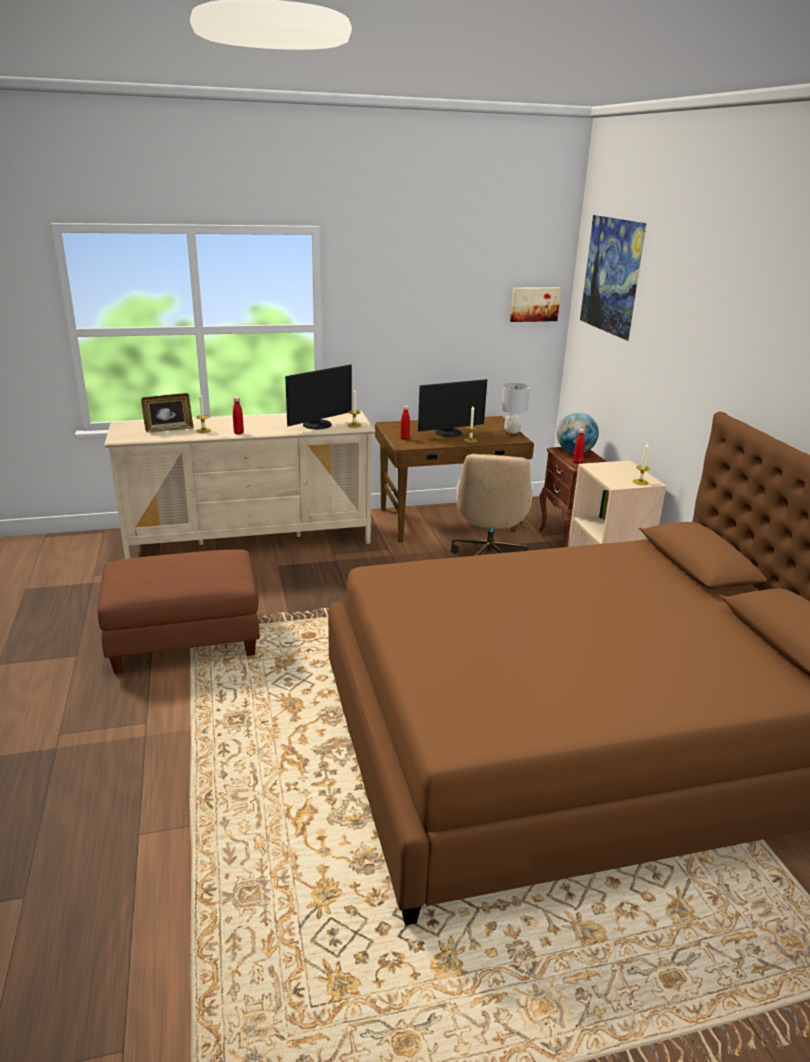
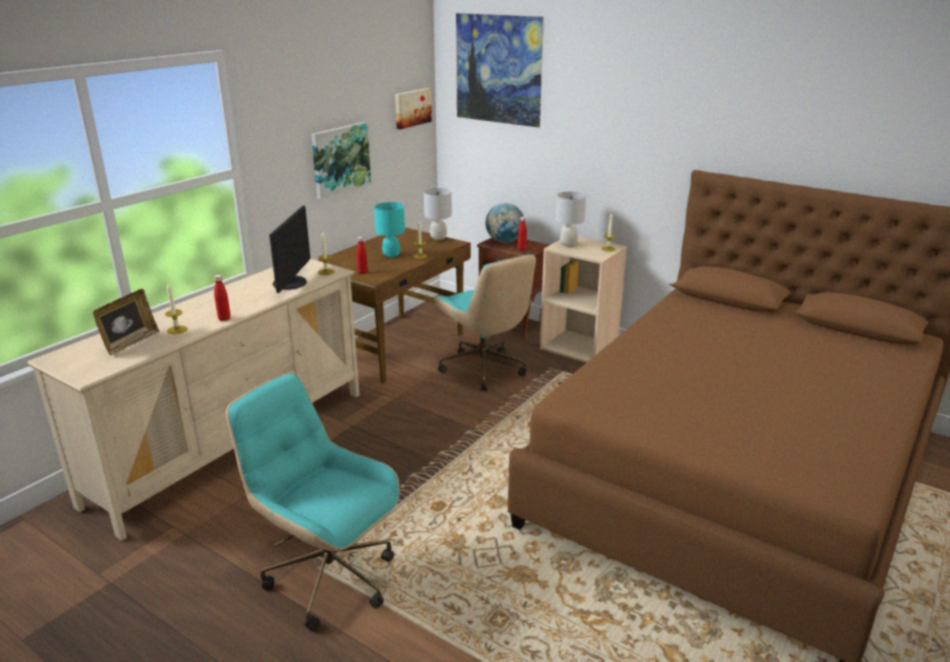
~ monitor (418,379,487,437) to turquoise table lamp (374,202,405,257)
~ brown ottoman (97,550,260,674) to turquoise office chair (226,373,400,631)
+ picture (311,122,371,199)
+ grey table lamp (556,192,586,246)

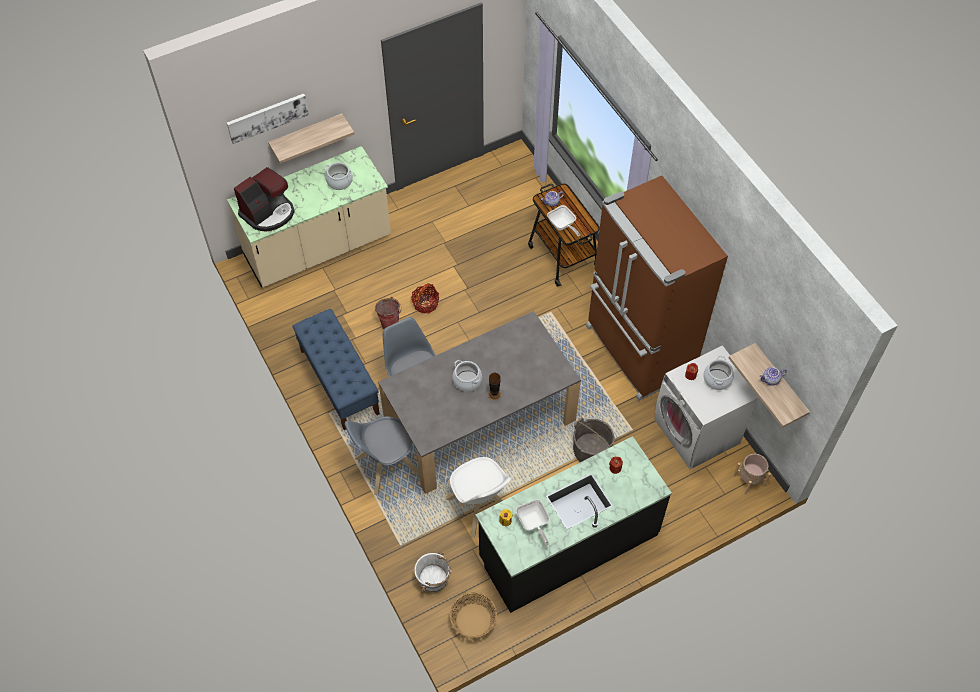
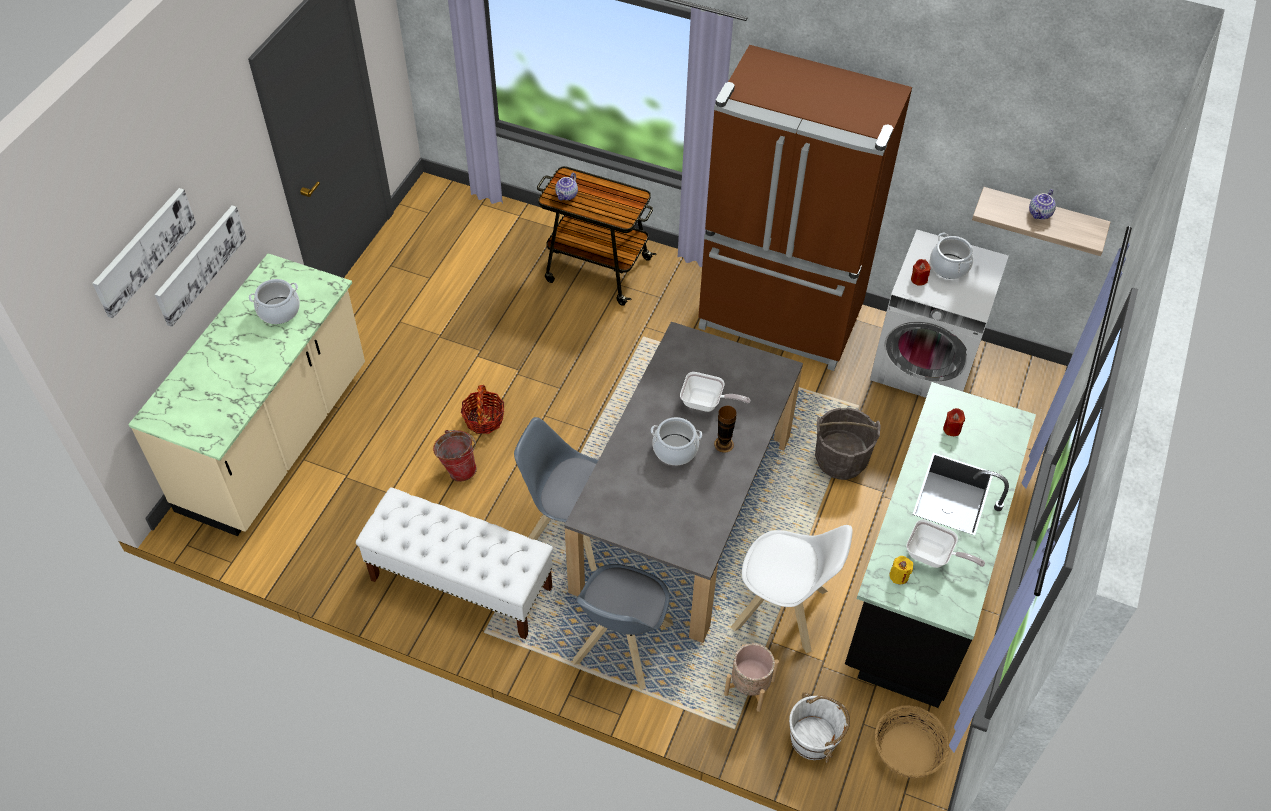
~ shelf (268,113,354,164) to picture (155,205,246,327)
- coffee machine (234,167,295,232)
~ frying pan (547,205,580,237) to (680,372,750,412)
~ blue bench (292,309,380,430) to white bench (356,487,553,639)
~ beige planter (733,454,771,495) to (724,643,779,712)

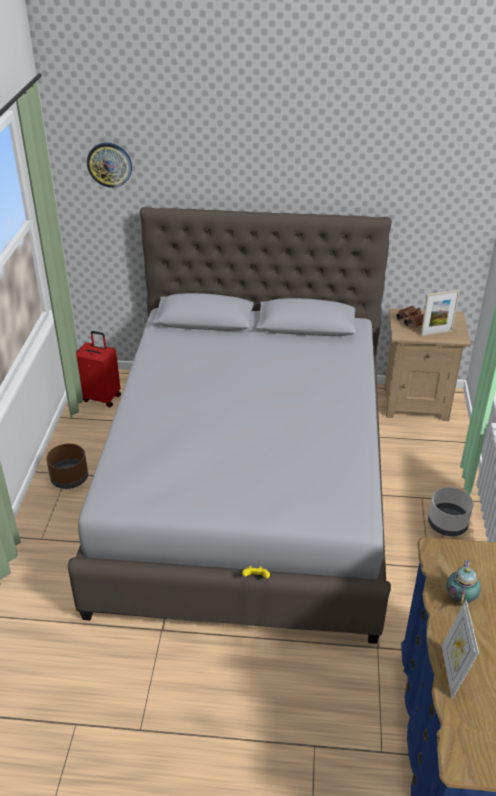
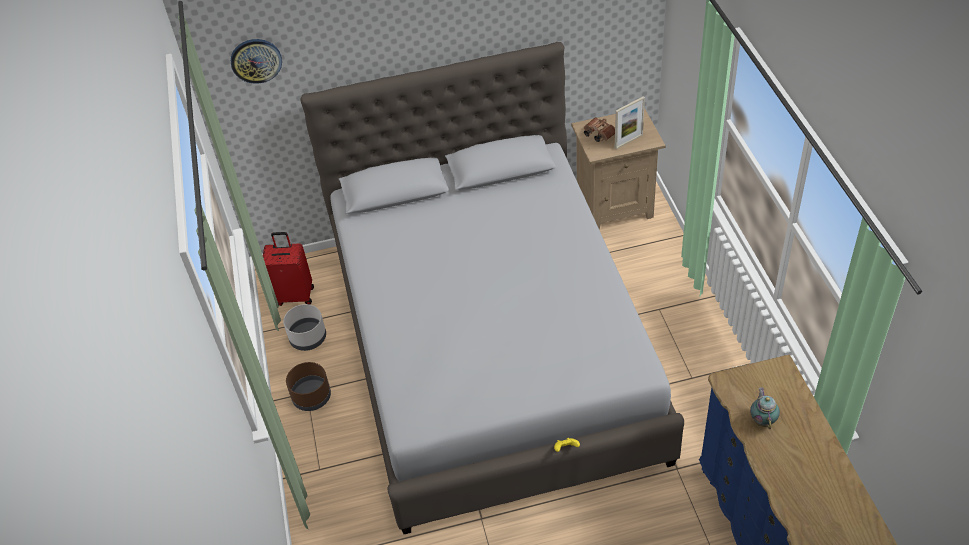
~ grey planter (428,487,473,536) to (283,304,326,351)
- picture frame (442,599,479,699)

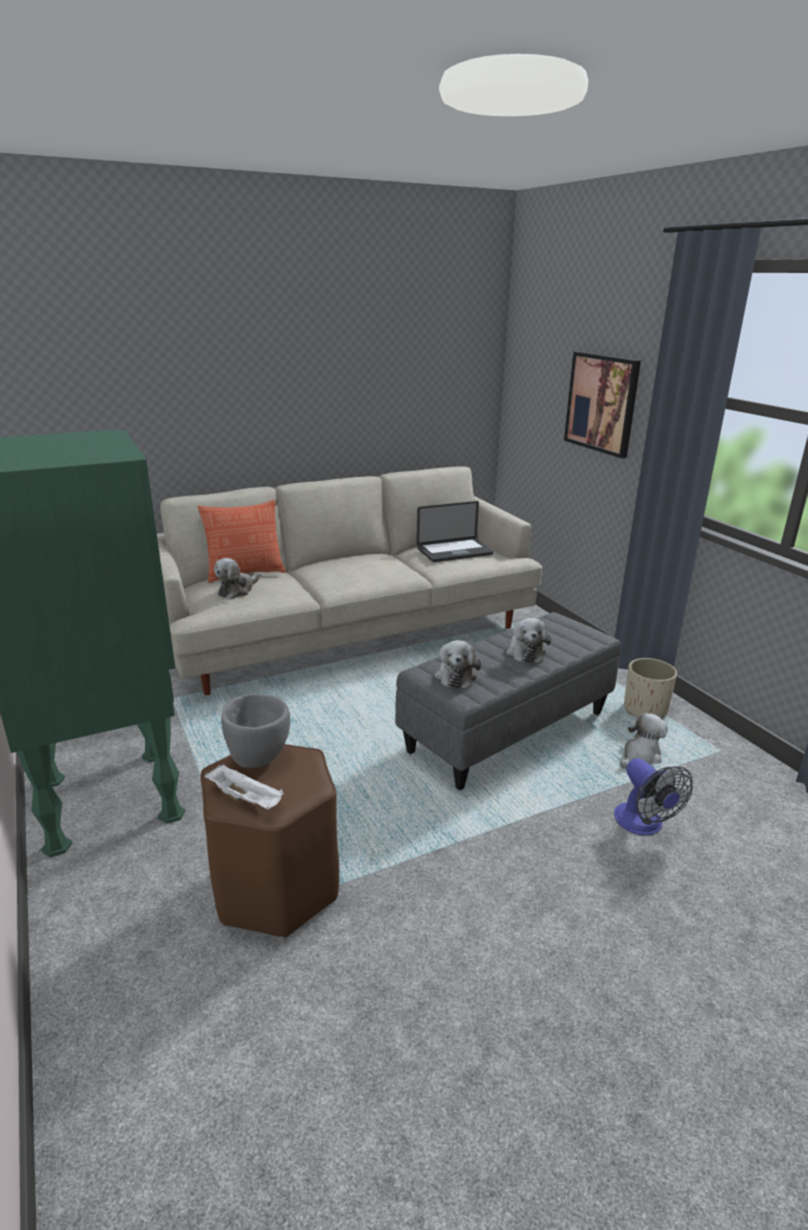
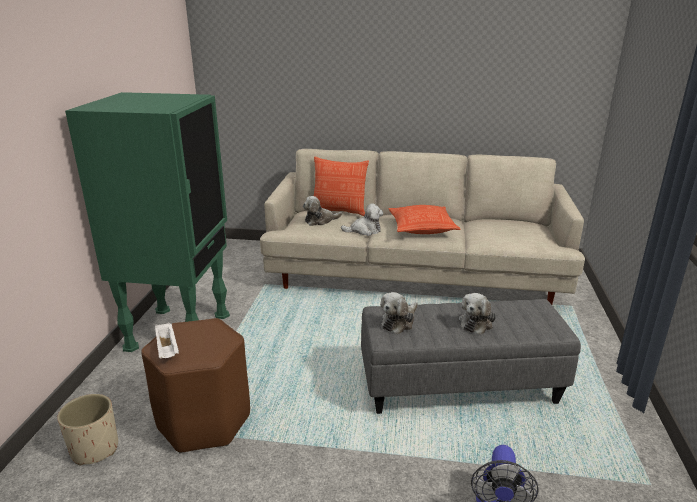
- picture (564,352,641,458)
- laptop (417,501,494,562)
~ beige planter (624,658,677,718) to (57,394,118,466)
- grey bowl (221,694,290,768)
~ plush toy (620,713,668,768) to (341,203,383,236)
+ orange pillow (389,205,460,234)

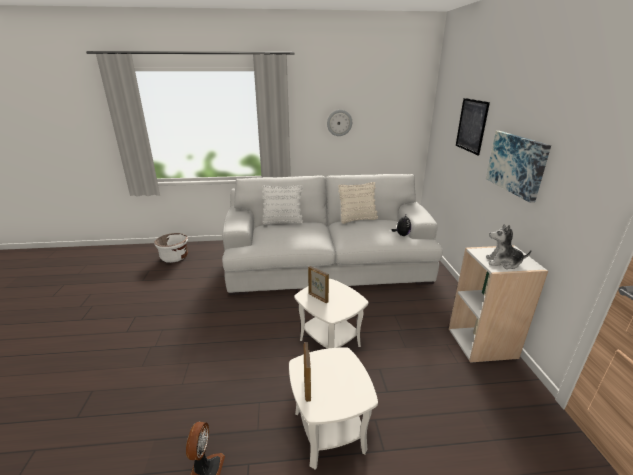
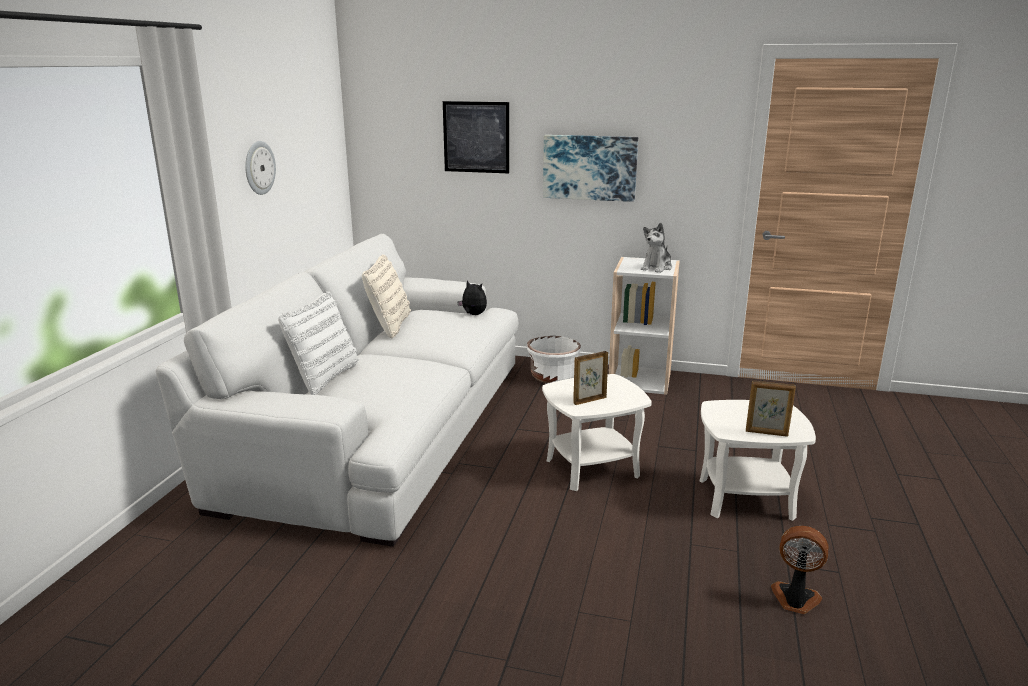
~ white planter (154,233,188,263) to (527,336,581,384)

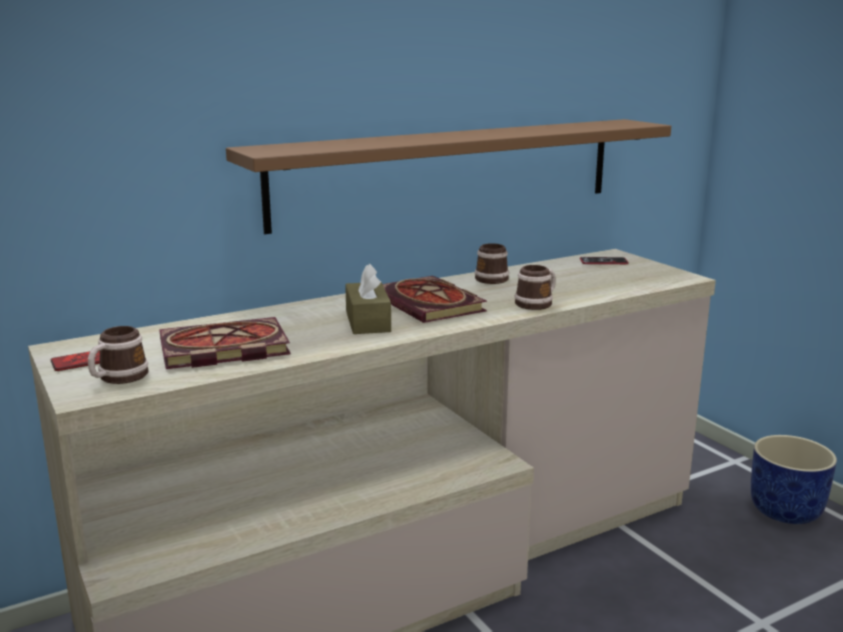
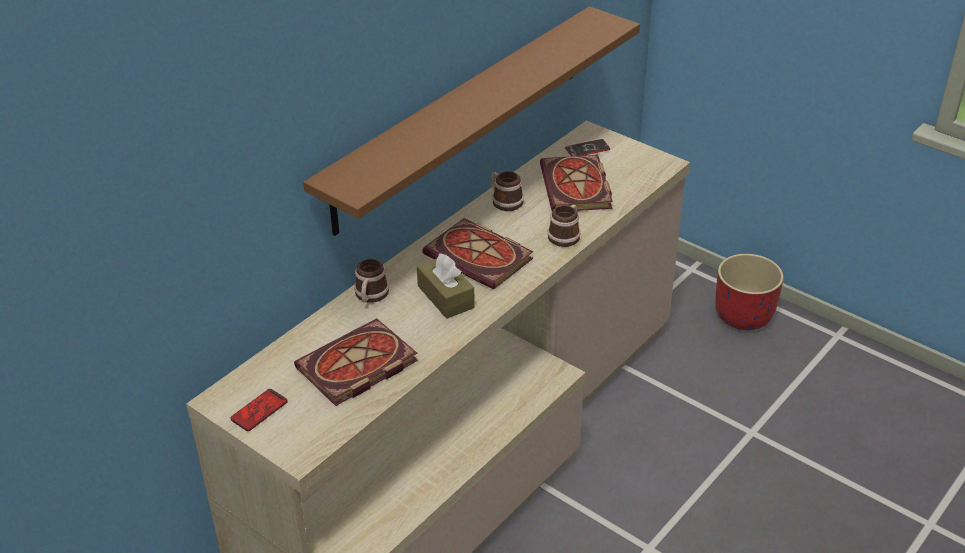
~ mug (88,326,149,384) to (354,259,389,303)
~ blue planter (751,435,837,524) to red planter (715,254,784,330)
+ book (540,155,613,212)

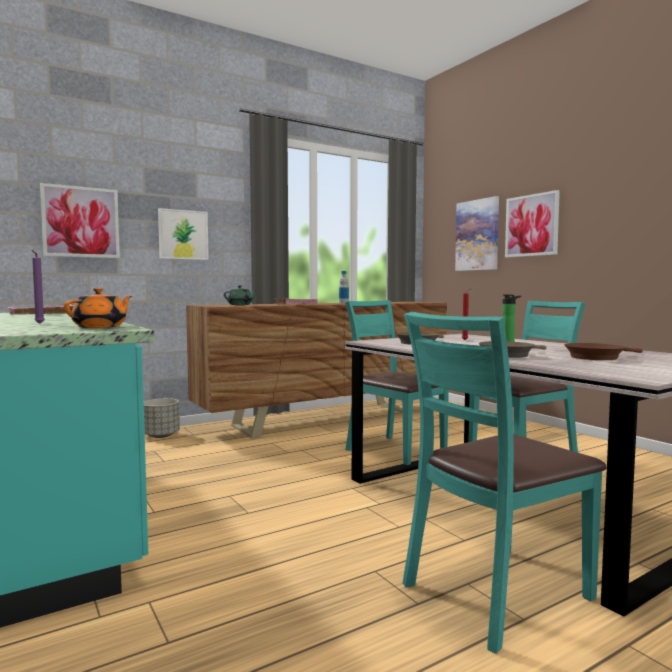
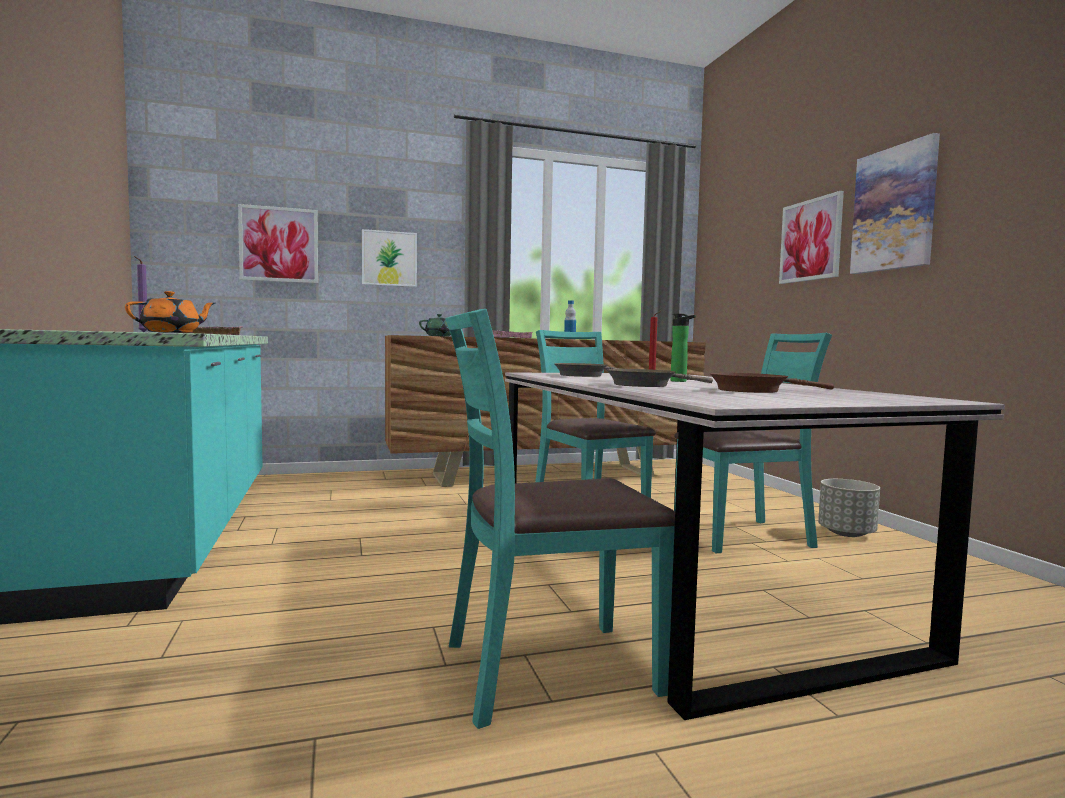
~ picture (455,196,499,271) to (850,133,940,274)
~ grey planter (144,398,180,438) to (818,479,880,537)

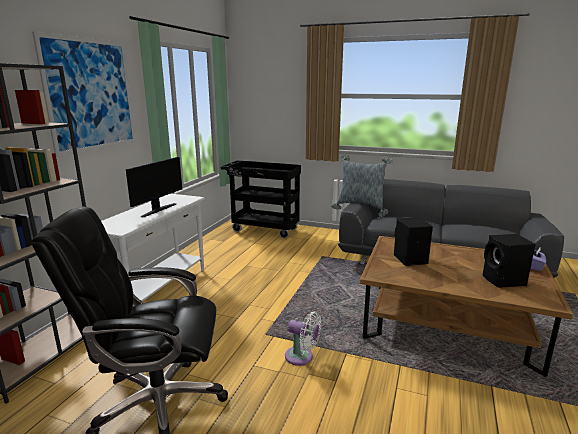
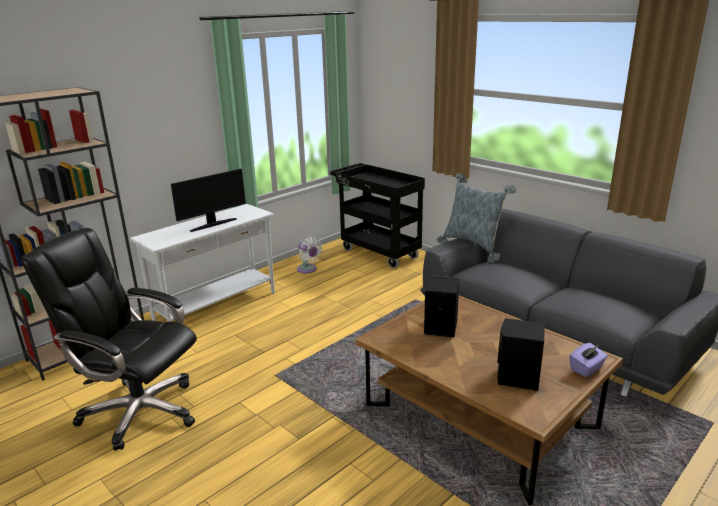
- picture (32,31,136,157)
~ white fan (285,312,321,366) to (297,237,322,274)

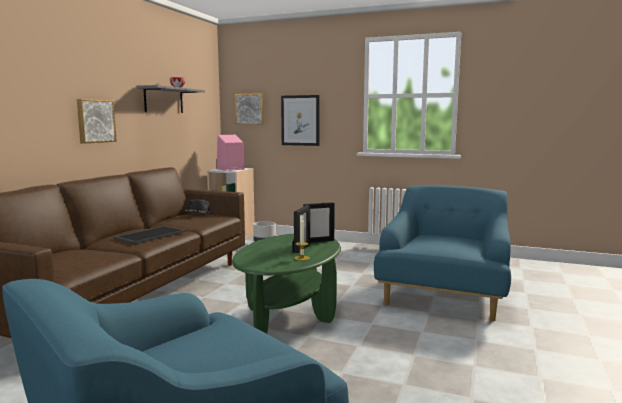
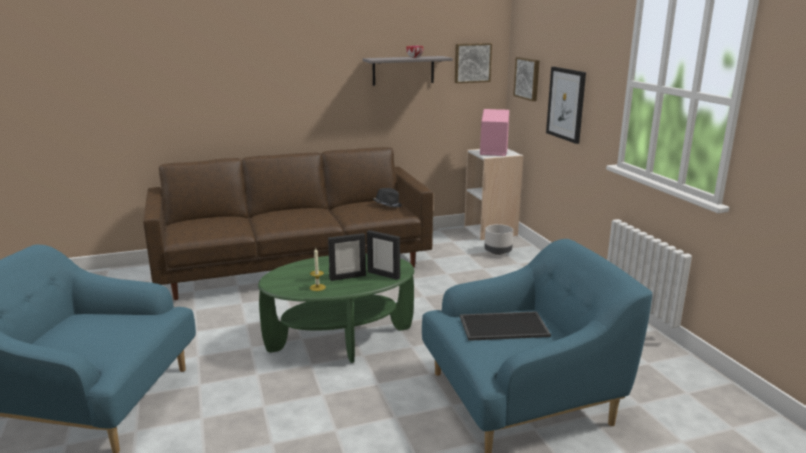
~ picture (77,99,117,143) to (455,43,492,83)
~ tray (114,226,185,244) to (460,311,551,341)

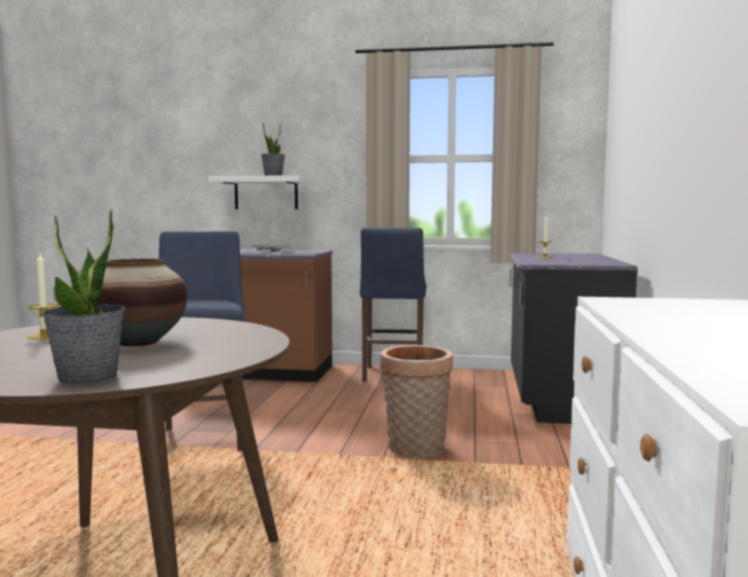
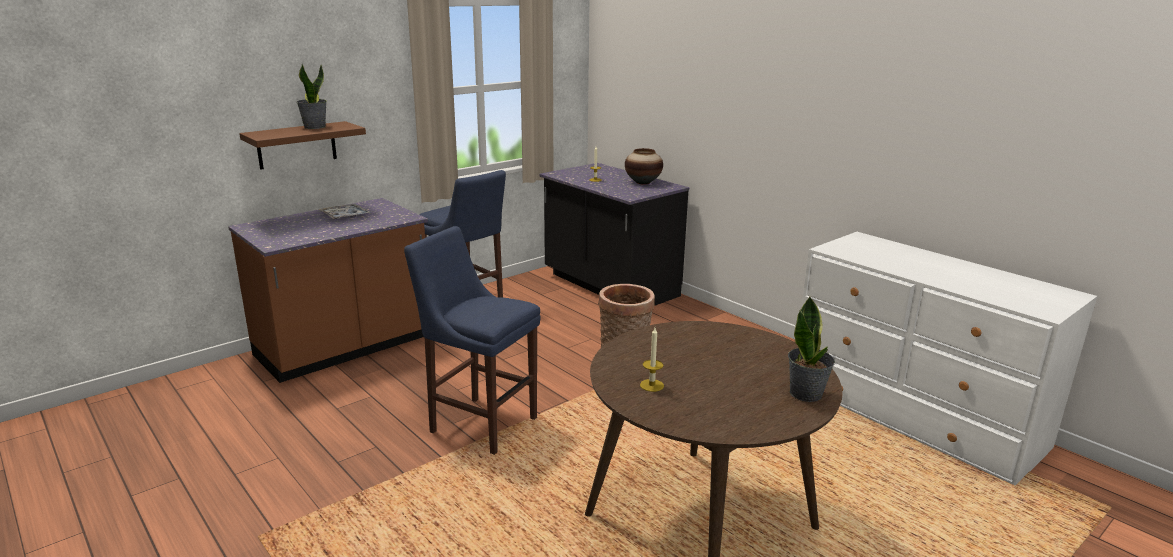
~ white shelf (208,175,309,209) to brown shelf (239,121,366,170)
~ vase (98,259,187,347) to (625,148,663,185)

